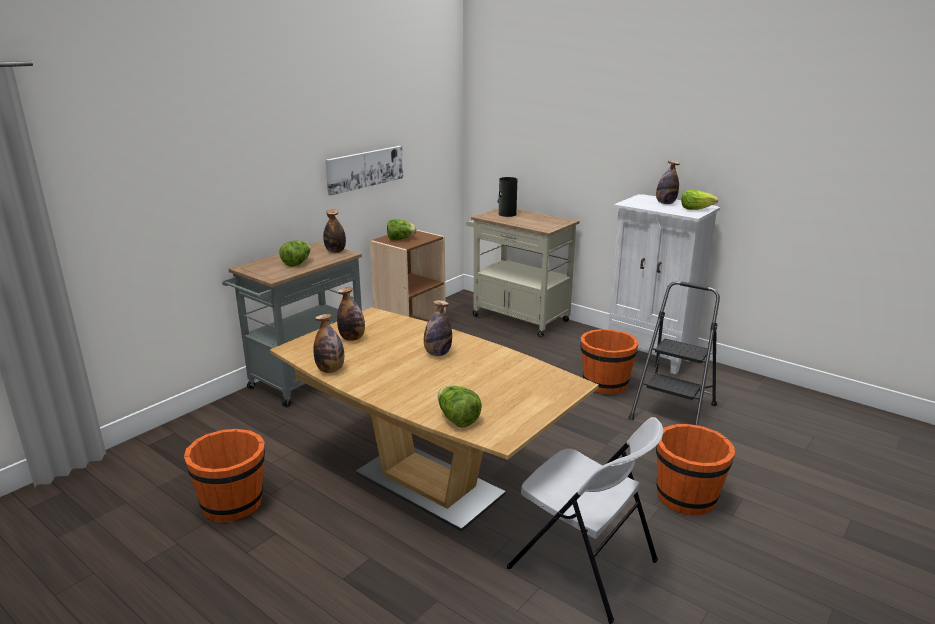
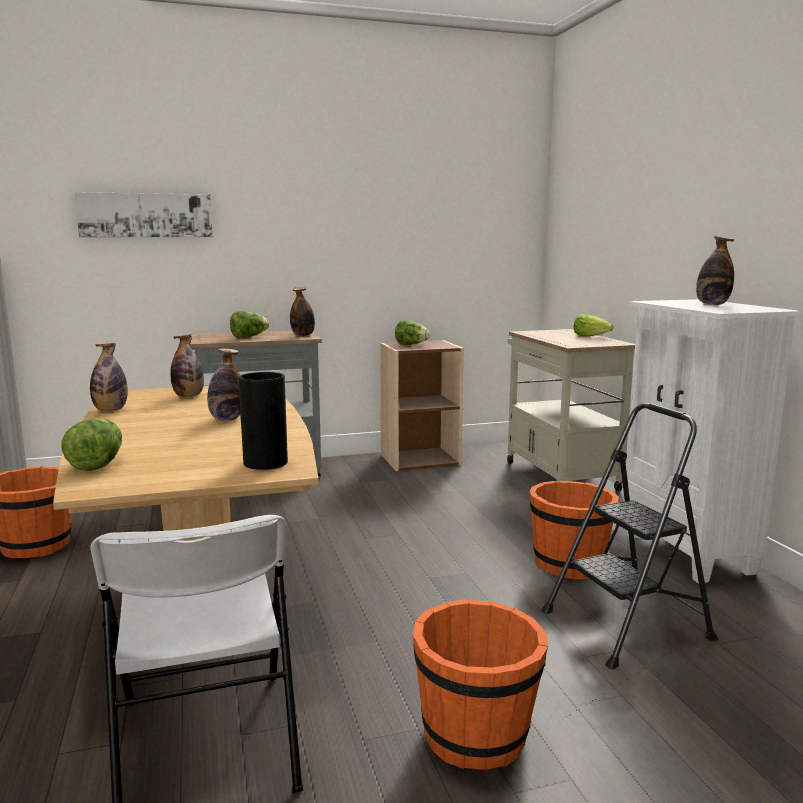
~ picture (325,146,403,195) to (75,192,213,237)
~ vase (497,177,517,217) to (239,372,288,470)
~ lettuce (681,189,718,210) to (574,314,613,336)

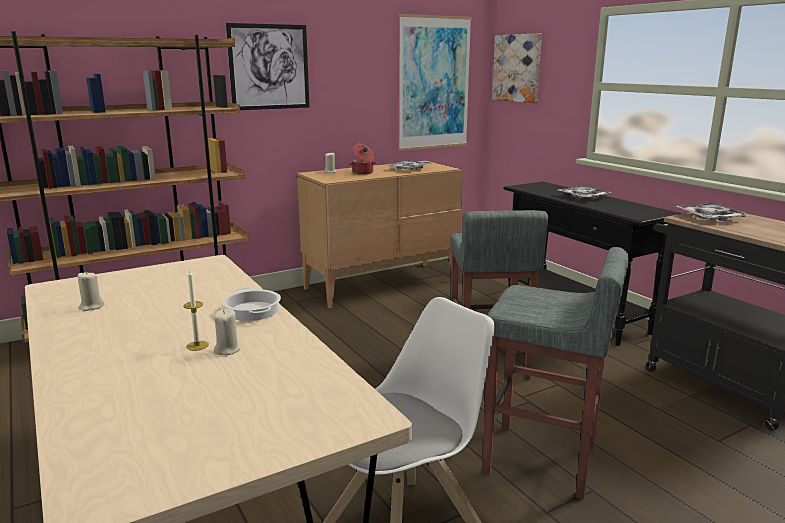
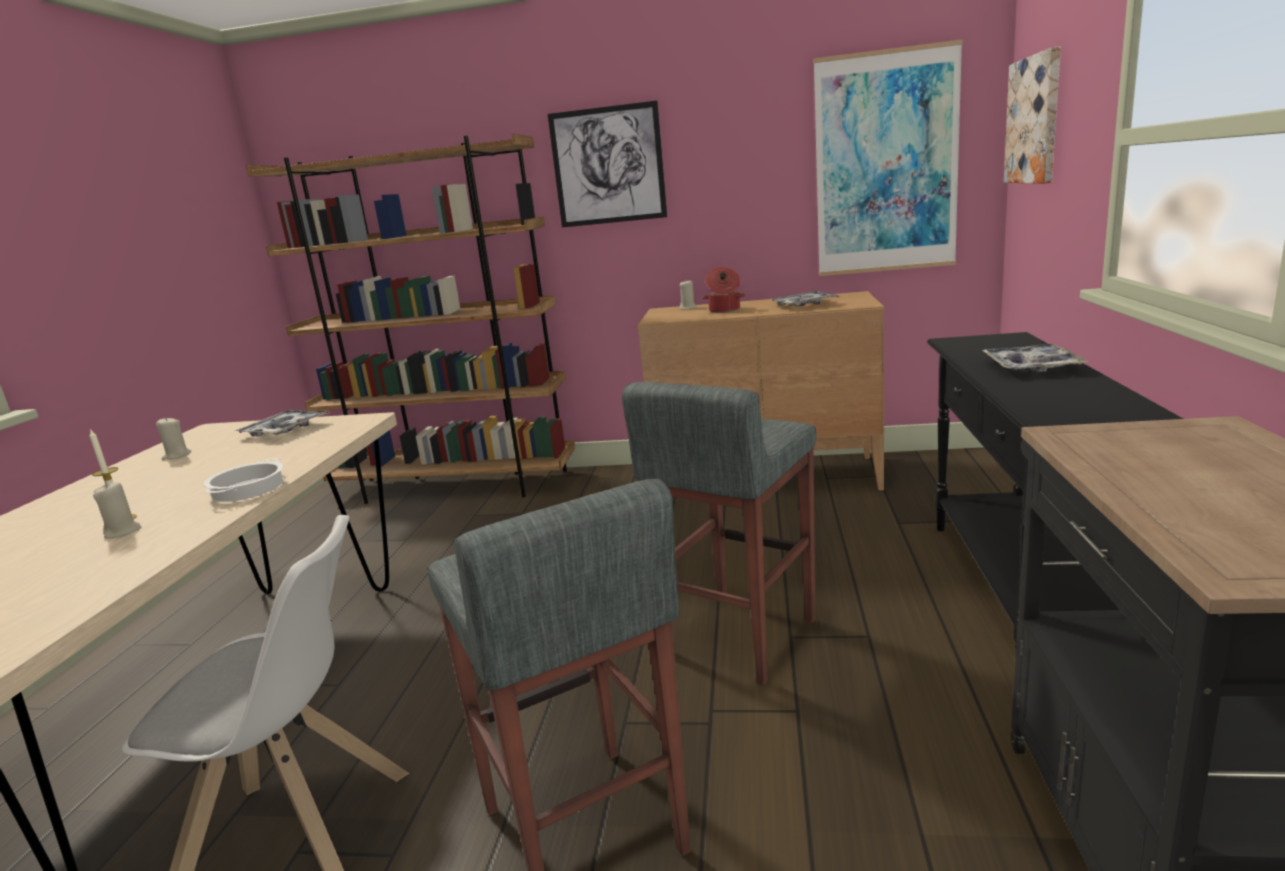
~ tray (675,203,749,221) to (235,410,331,437)

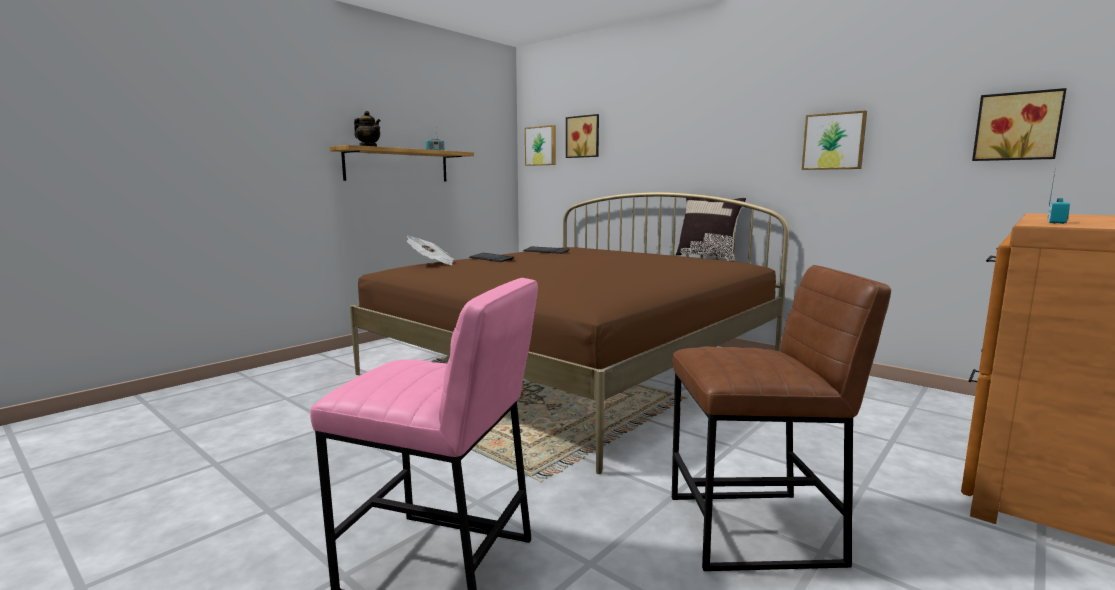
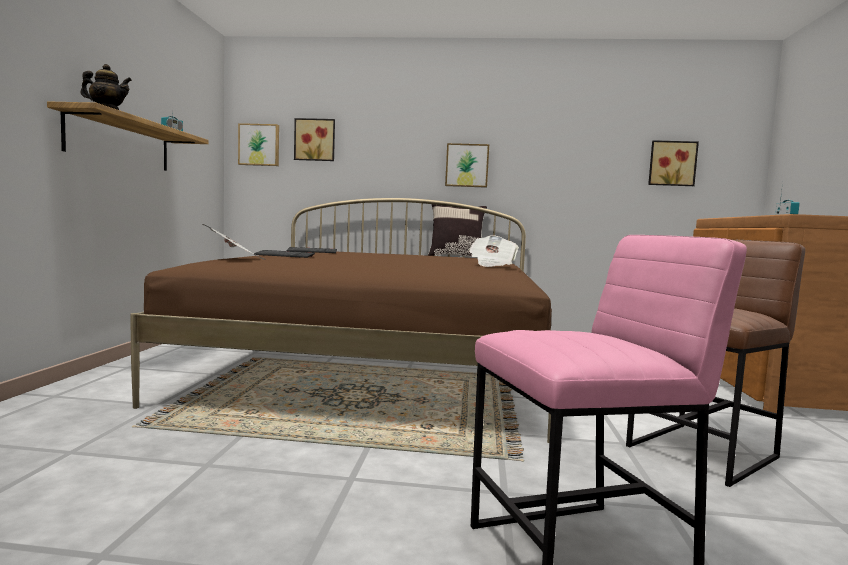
~ picture (802,110,867,170) to (445,143,489,188)
+ newspaper (469,235,519,267)

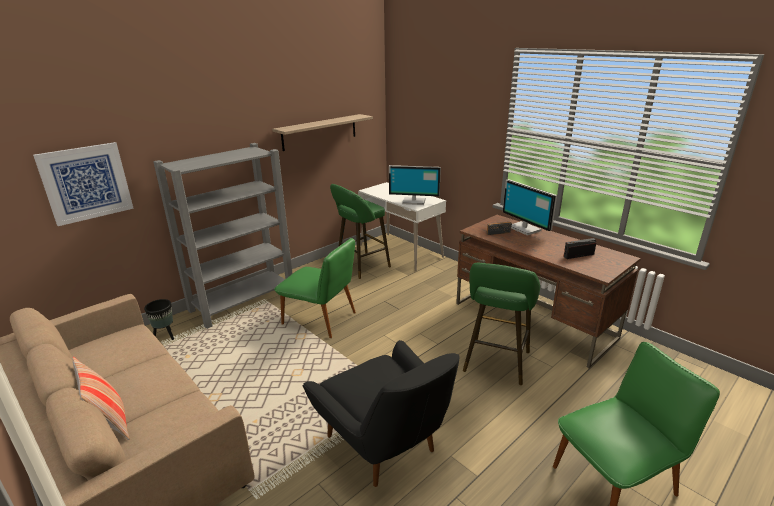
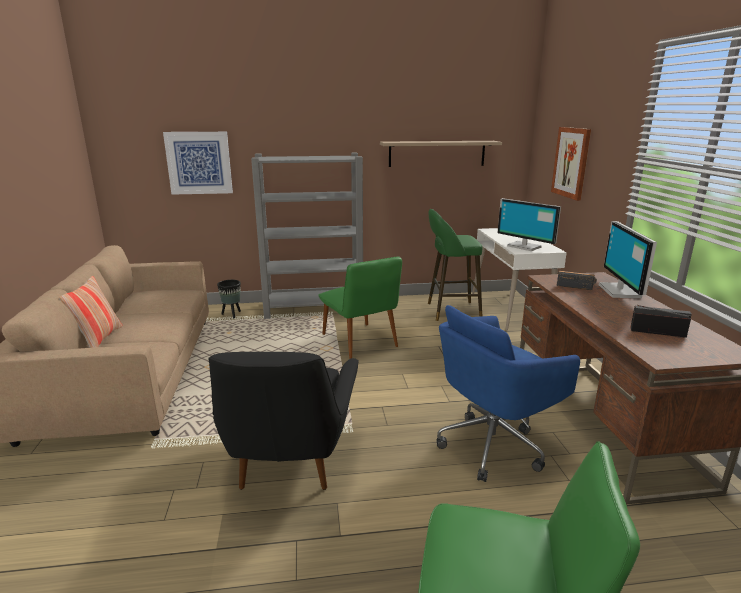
~ green stool (463,263,540,385) to blue office chair (436,305,580,482)
+ picture (551,127,591,201)

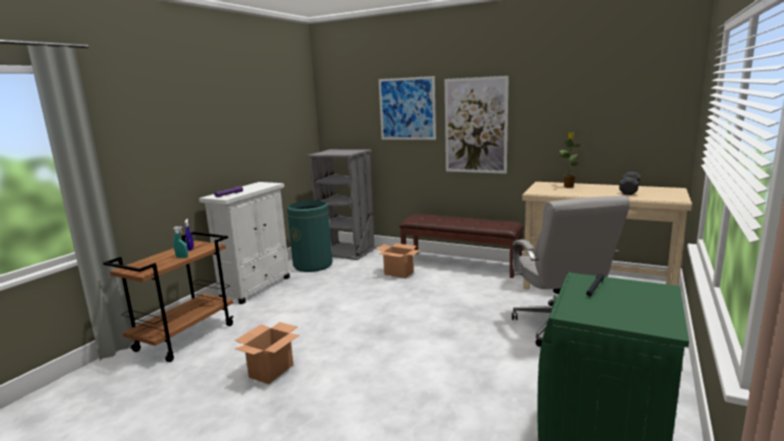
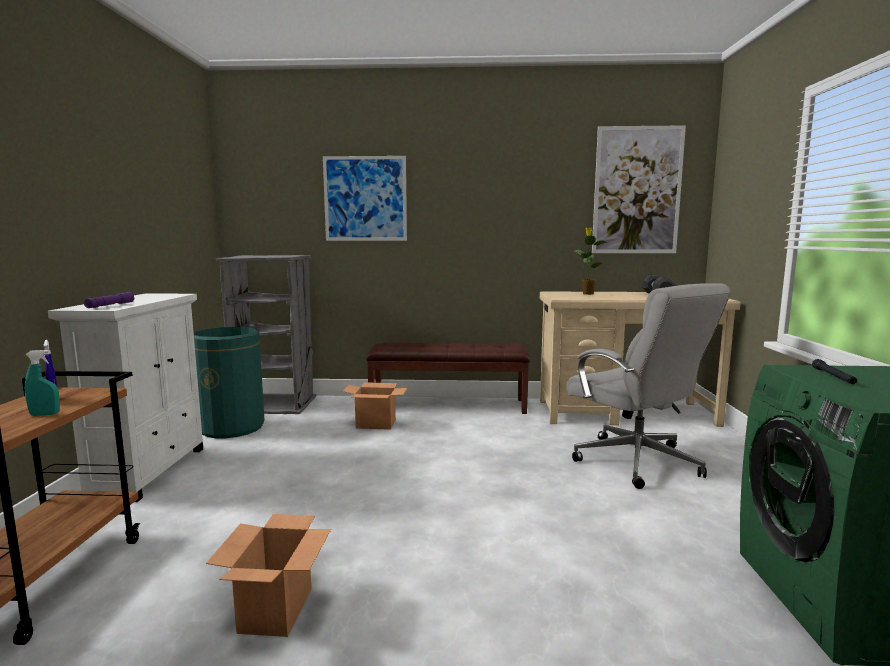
~ picture (445,76,509,174) to (592,125,686,253)

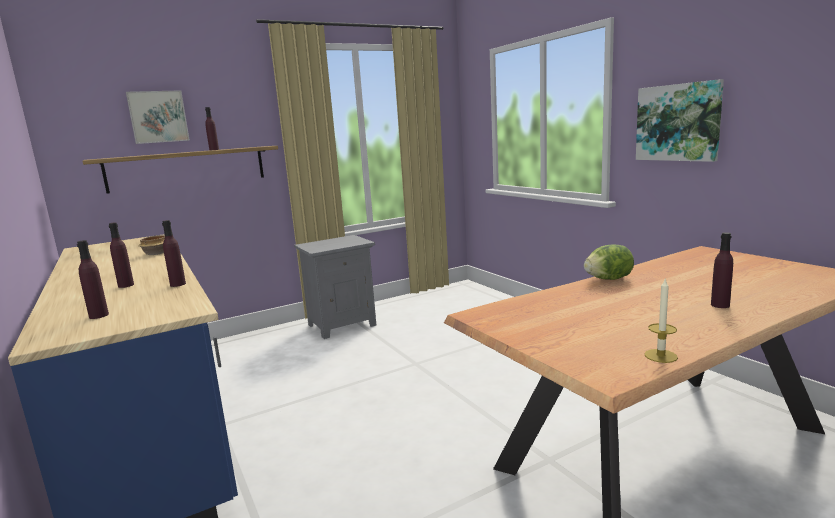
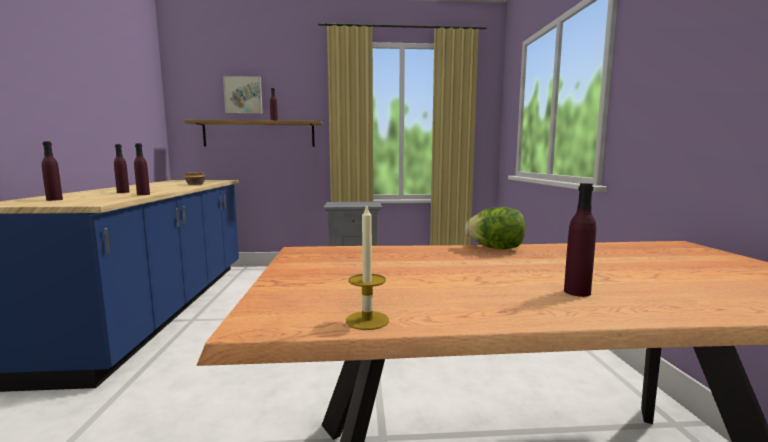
- picture (636,79,724,162)

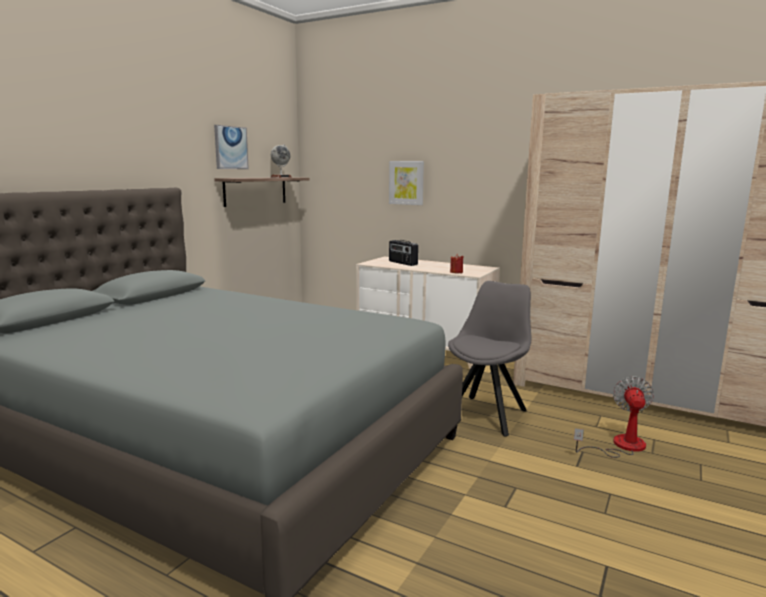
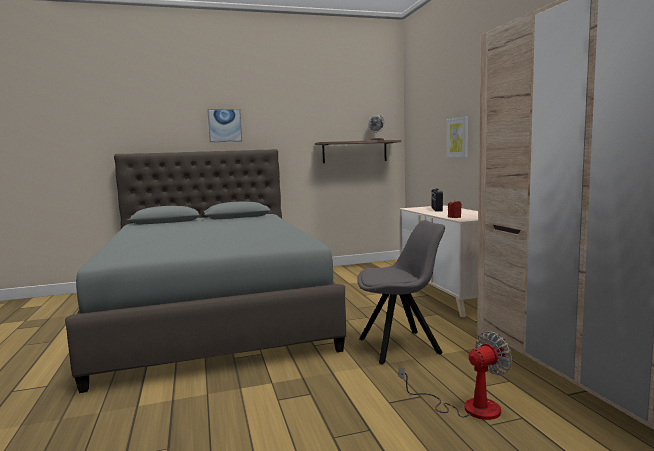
~ picture (214,125,249,169) to (207,109,242,142)

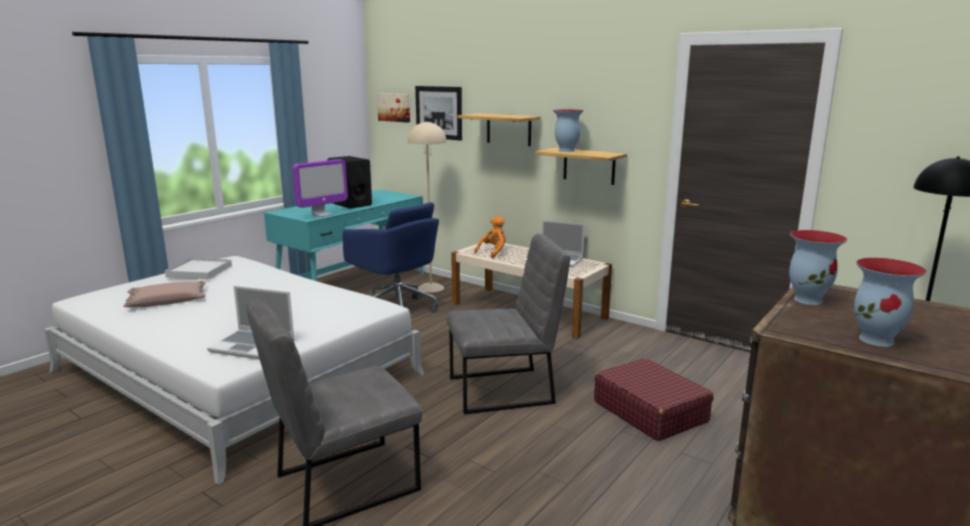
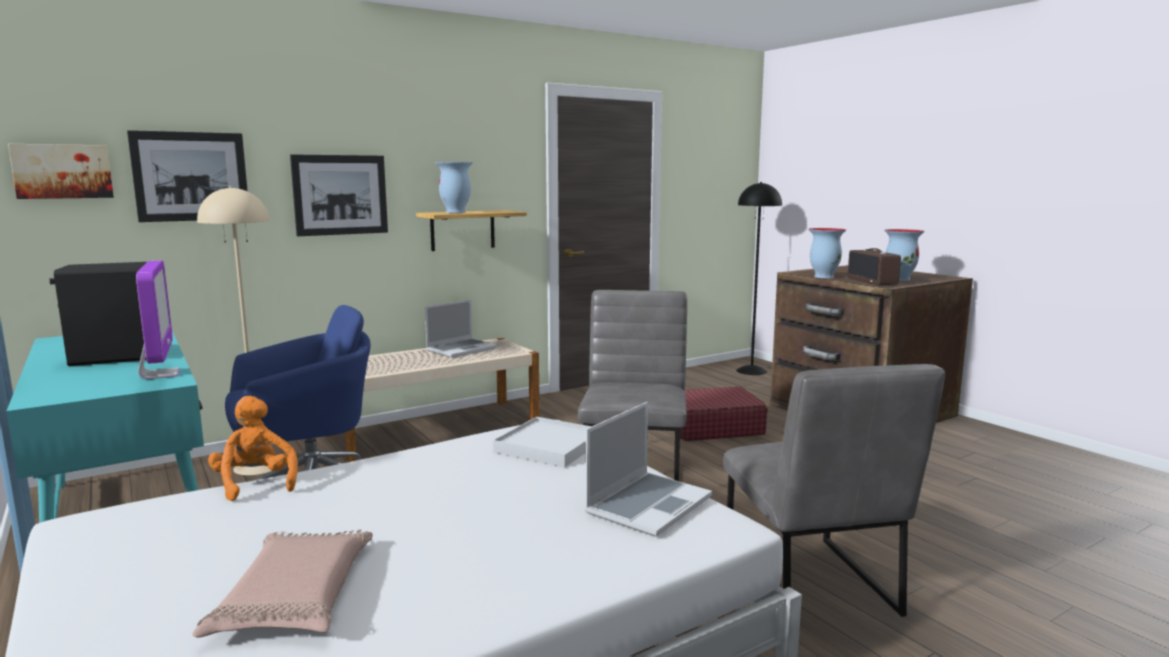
~ shelf (457,113,541,146) to picture (290,154,388,236)
~ orange plush toy (474,216,506,259) to (208,396,298,501)
~ white tray (165,258,232,279) to (493,417,592,467)
+ radio (848,248,901,285)

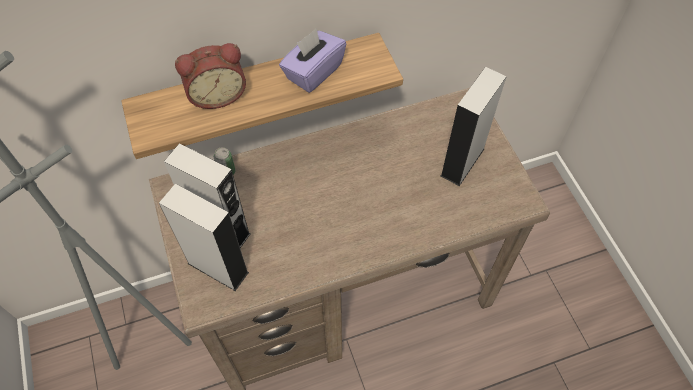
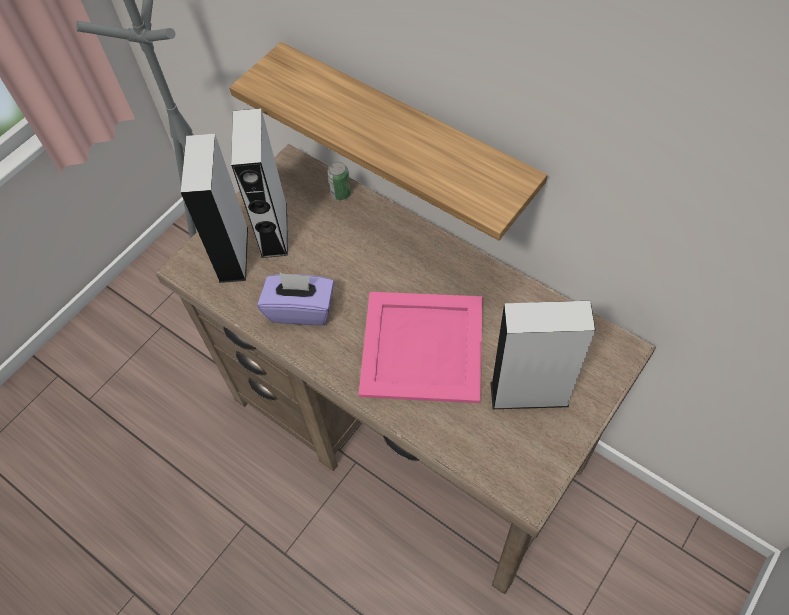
~ purple tissue box (279,28,346,93) to (257,272,334,325)
- alarm clock (175,43,246,109)
+ pink tray (359,292,483,403)

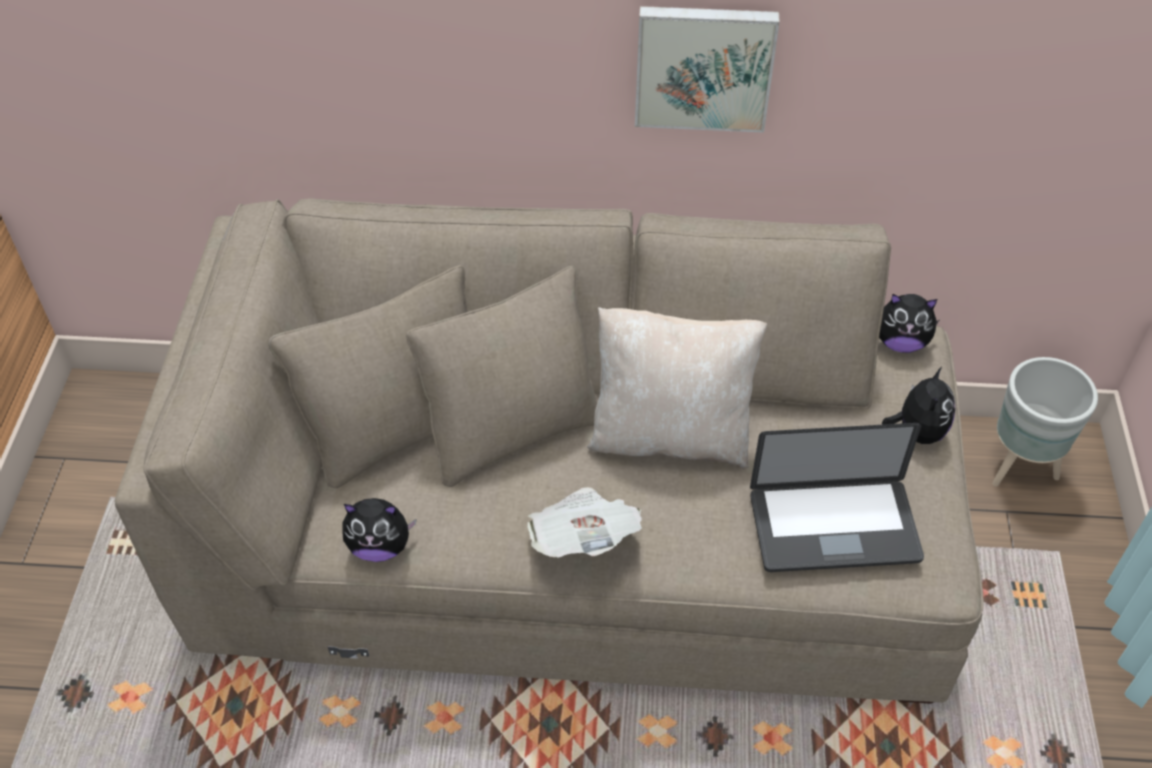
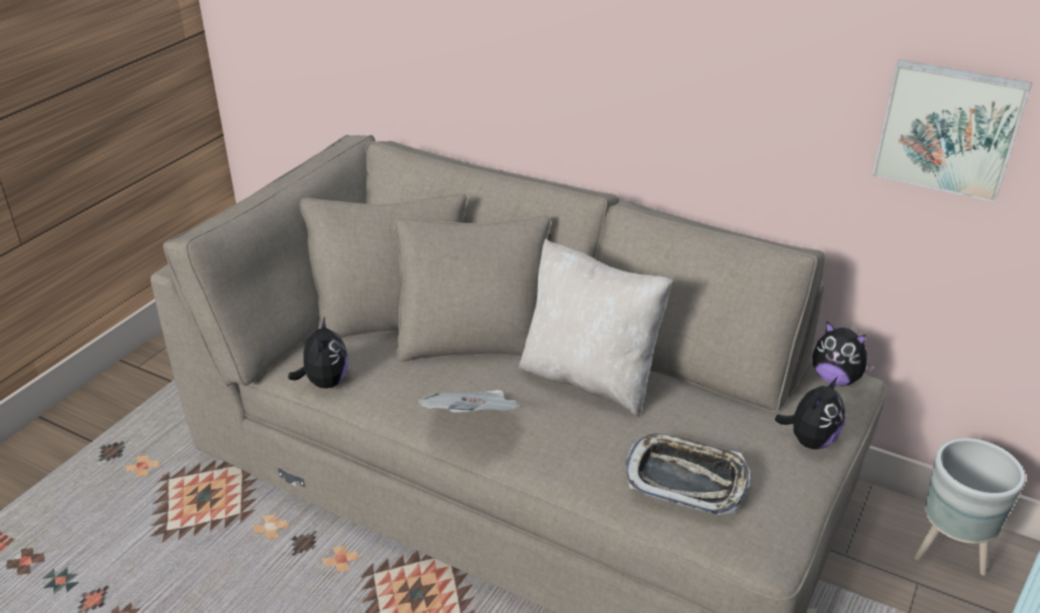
~ picture (635,6,780,133) to (872,60,1032,203)
~ laptop (750,423,924,572) to tray (626,433,750,515)
~ plush toy (342,498,417,562) = (288,317,348,388) 120 degrees counterclockwise

